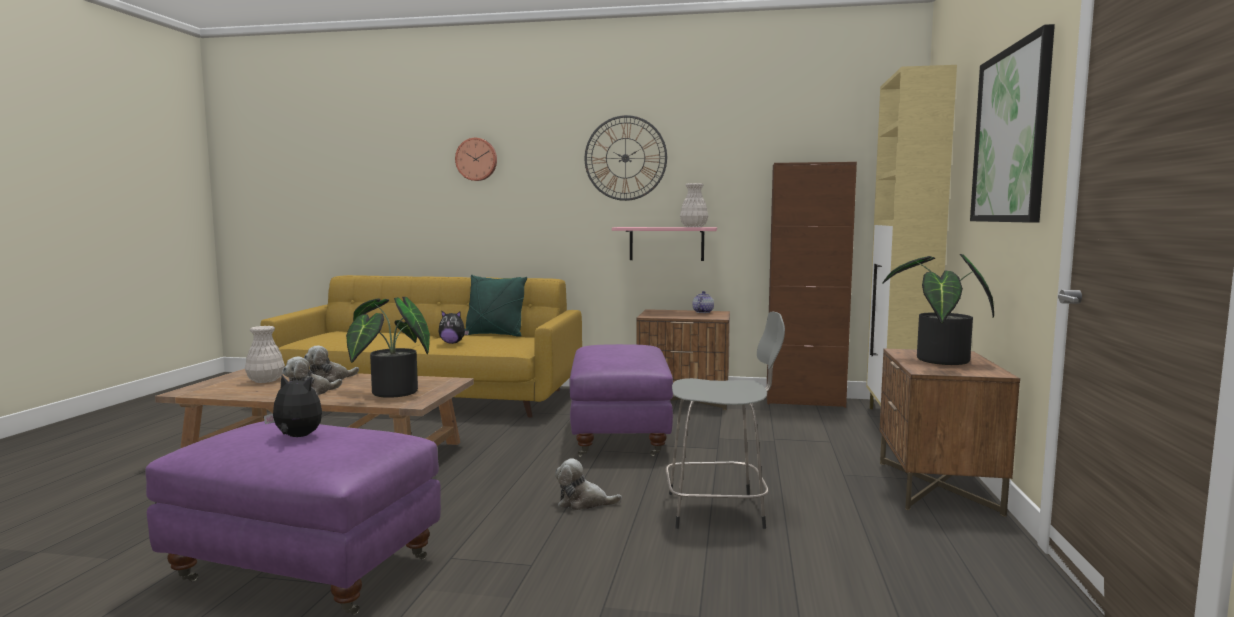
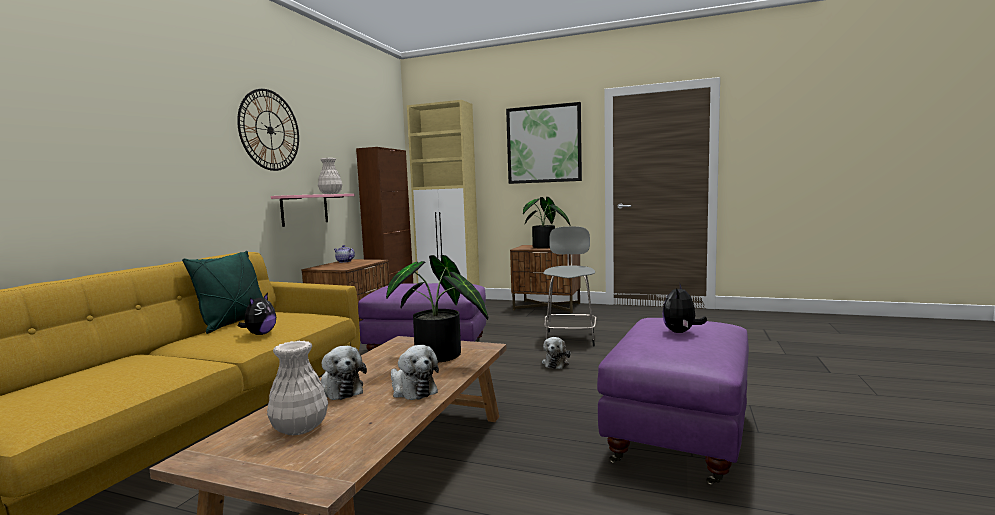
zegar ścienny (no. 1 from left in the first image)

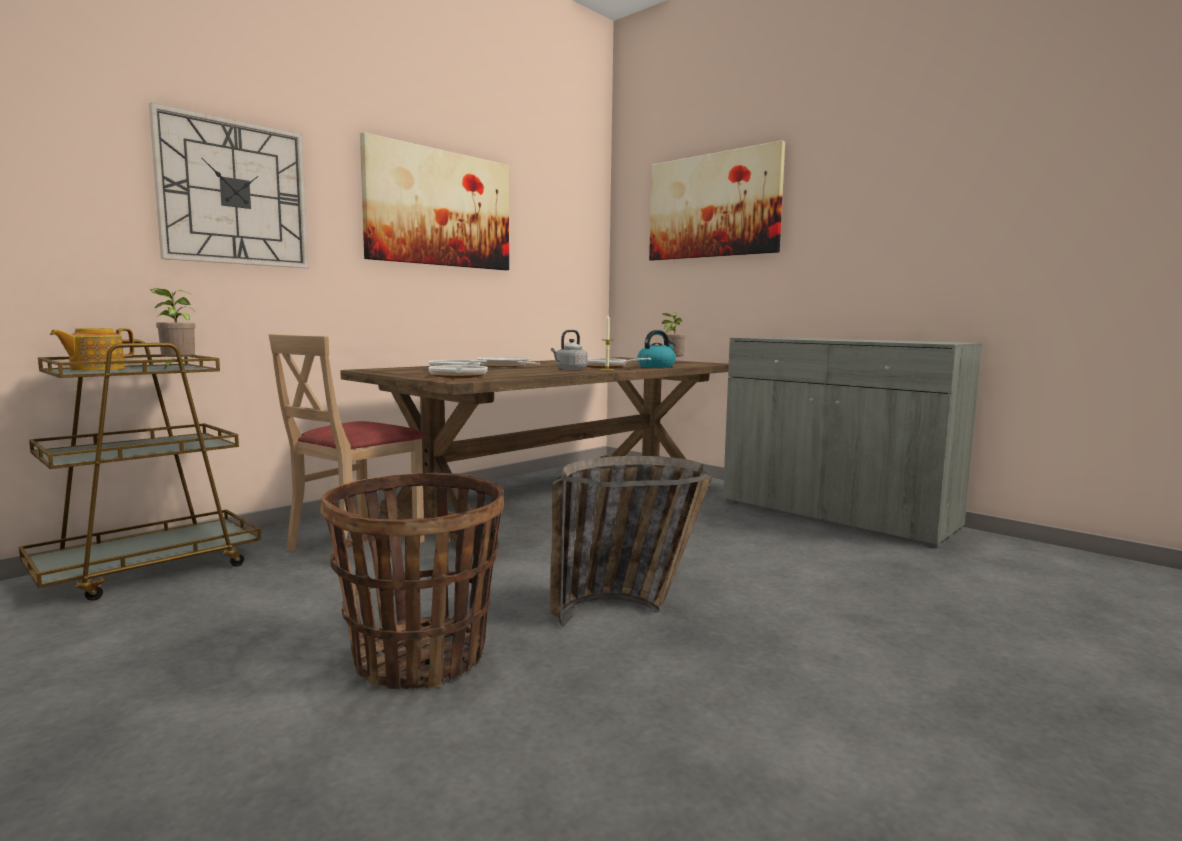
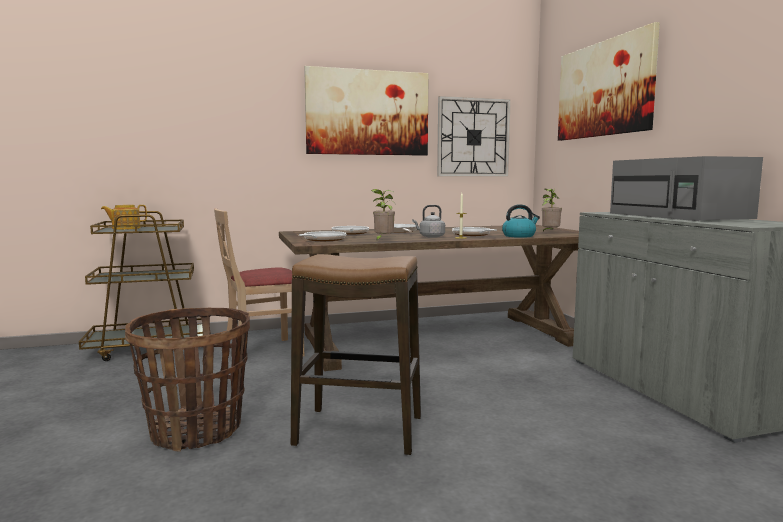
stołek
roślina doniczkowa (no. 1 from left)
zegar ścienny
mikrofalówka [szary]

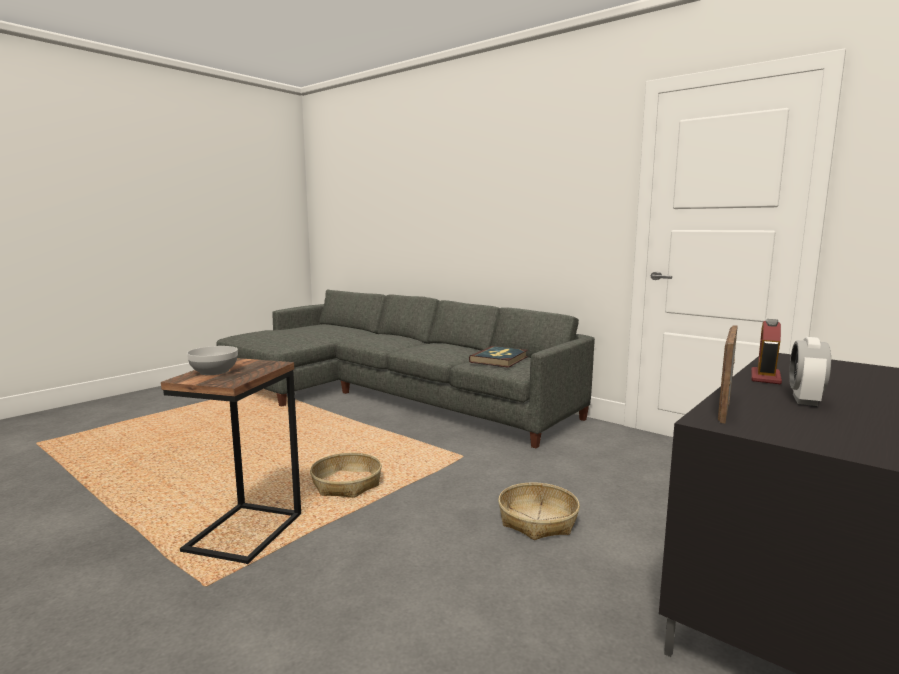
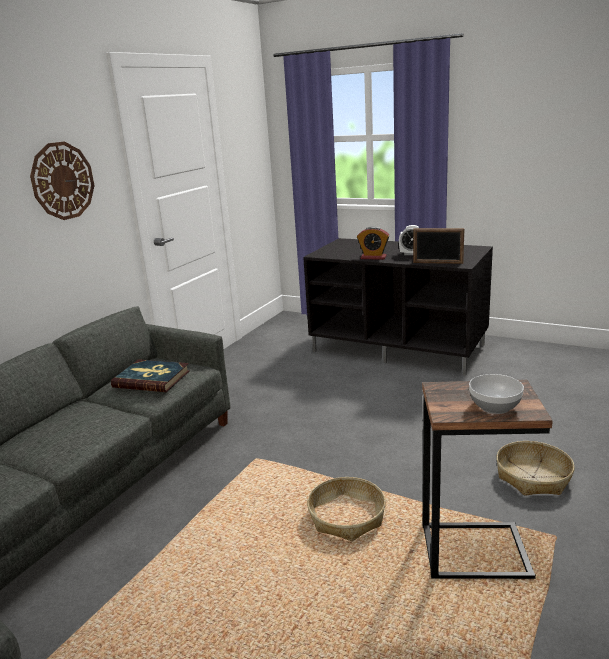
zegar ścienny
koszyk (no. 2 from left)

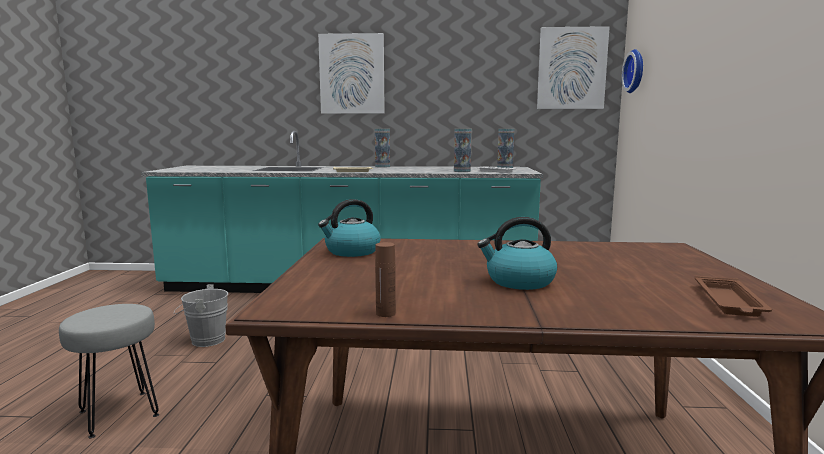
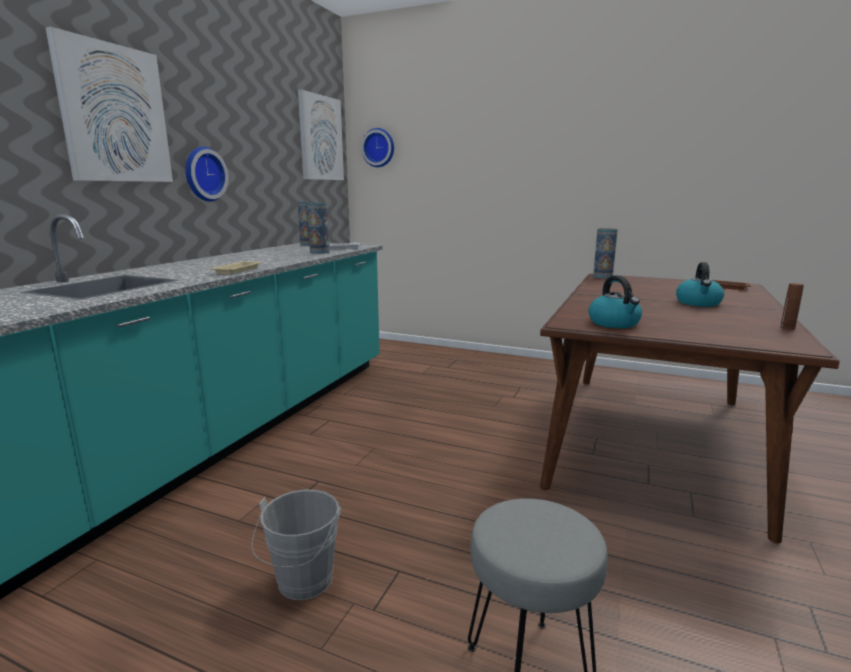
zegar ścienny (no. 1 from left)
wazon (no. 3 from left)

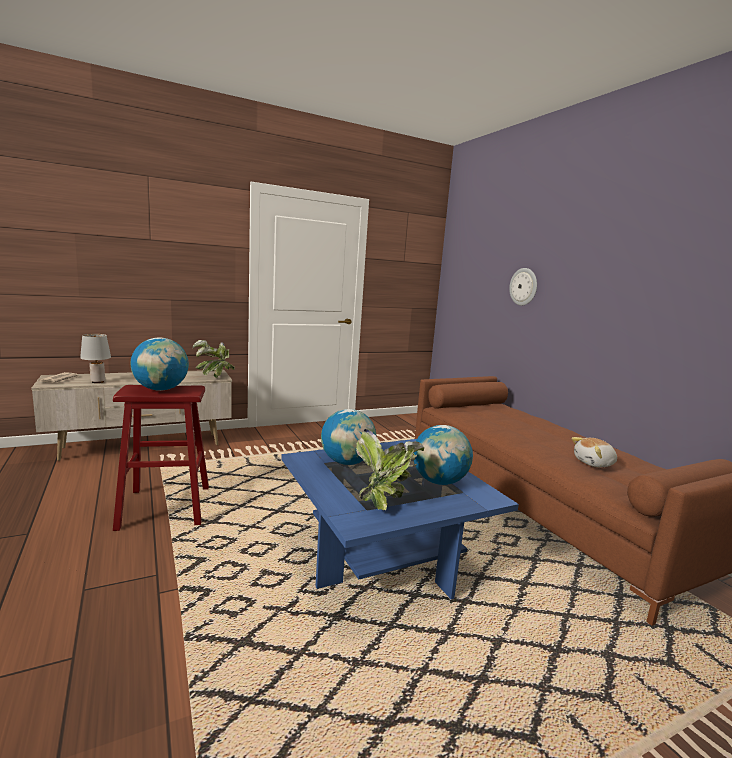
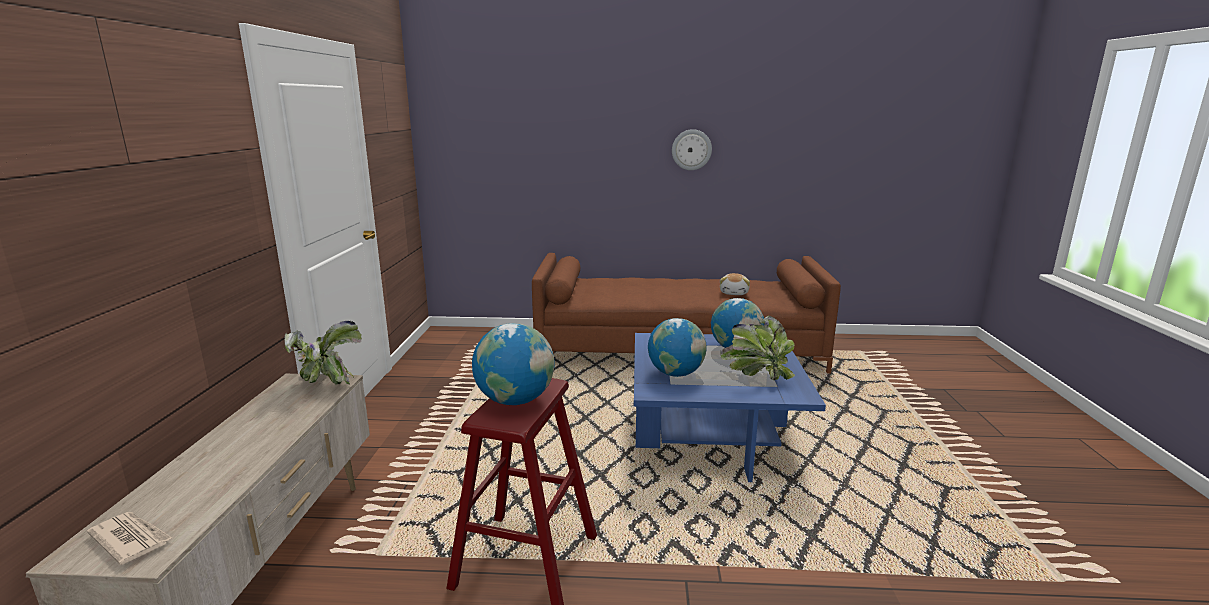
zegar ścienny
lampa stołowa [szary]

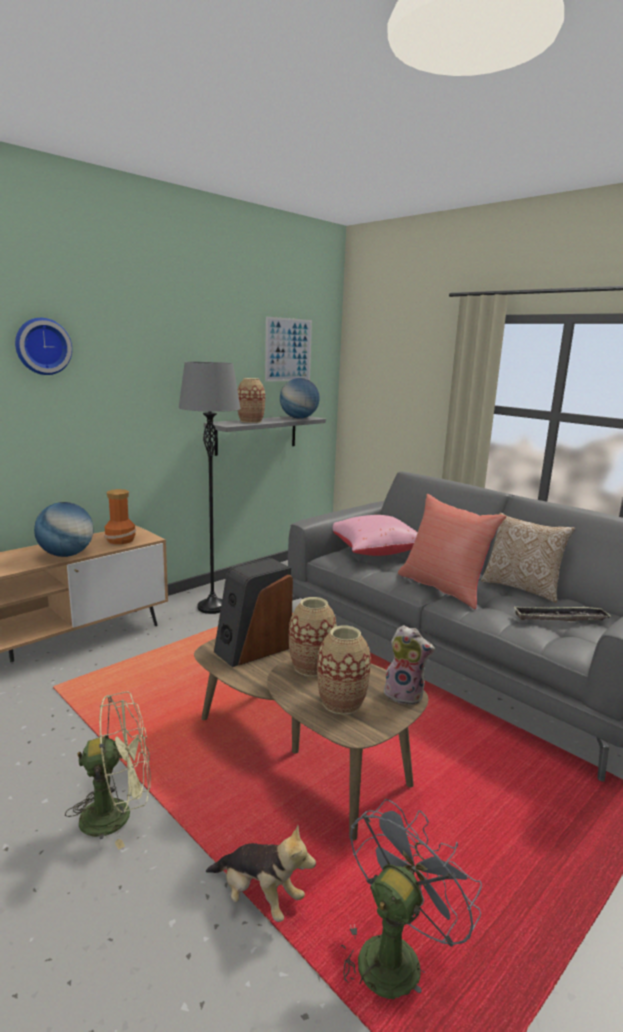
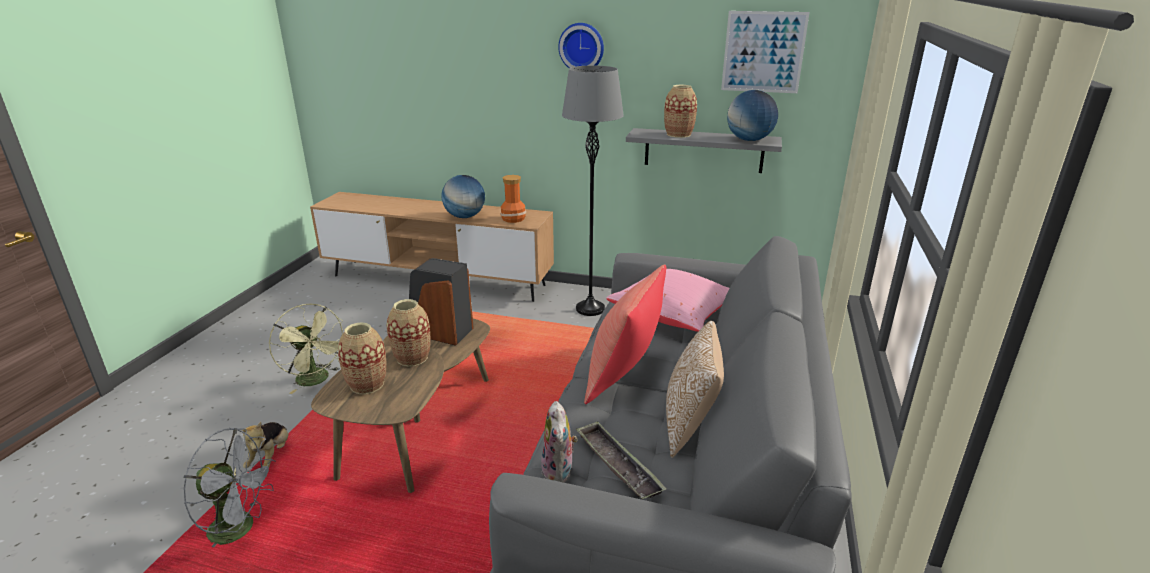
pluszak (no. 2 from left)
zegar ścienny

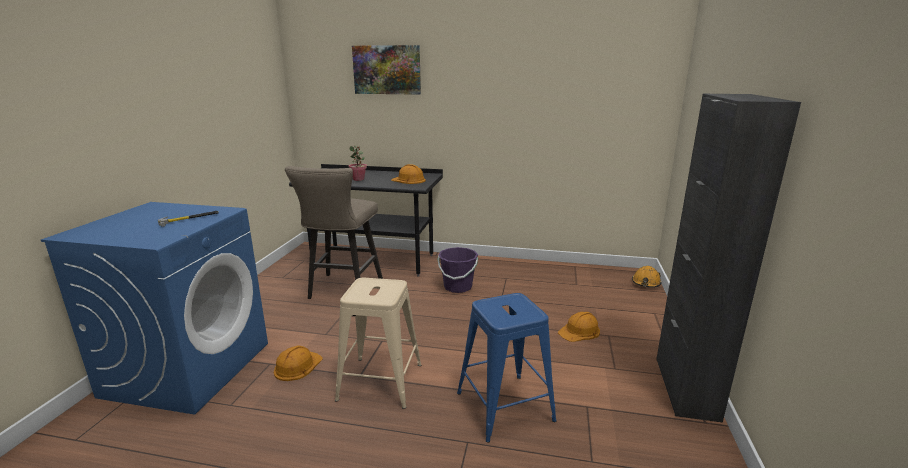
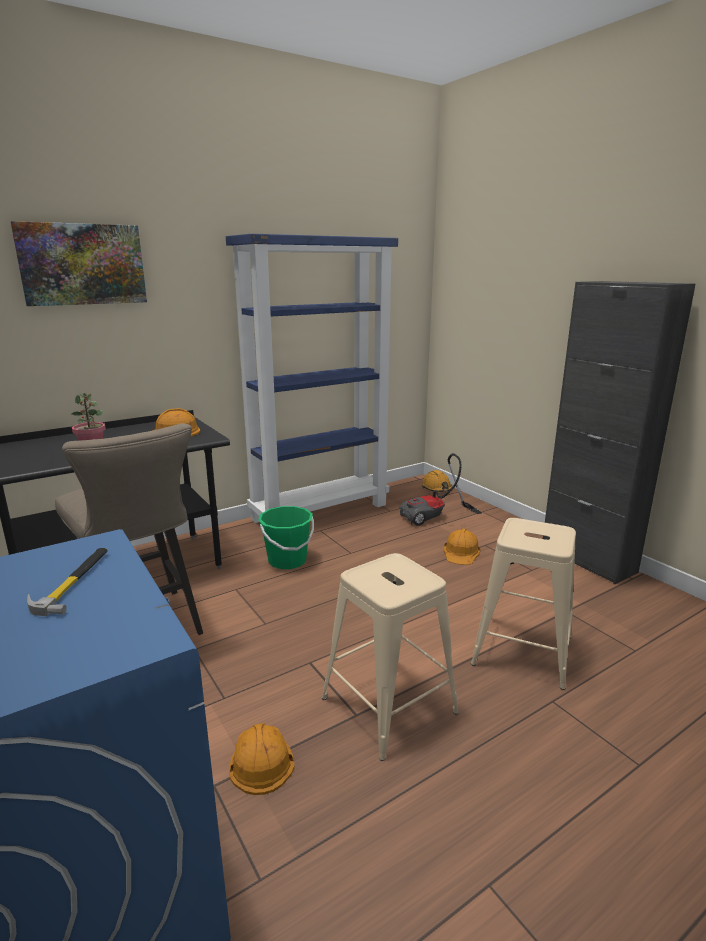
regał [niebieski]
wiadro [zielony]
odkurzacz
stołek [beżowy] (no. 3 from left)

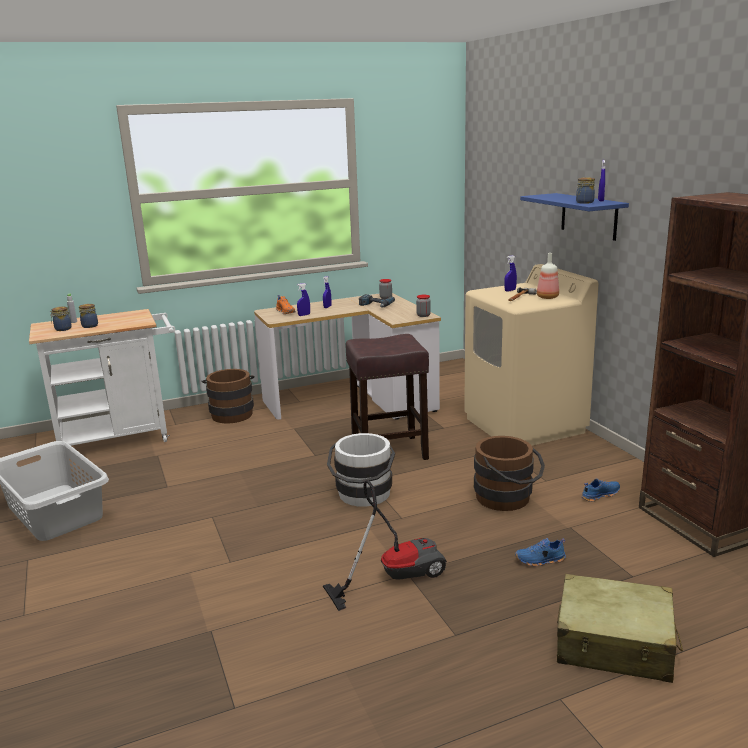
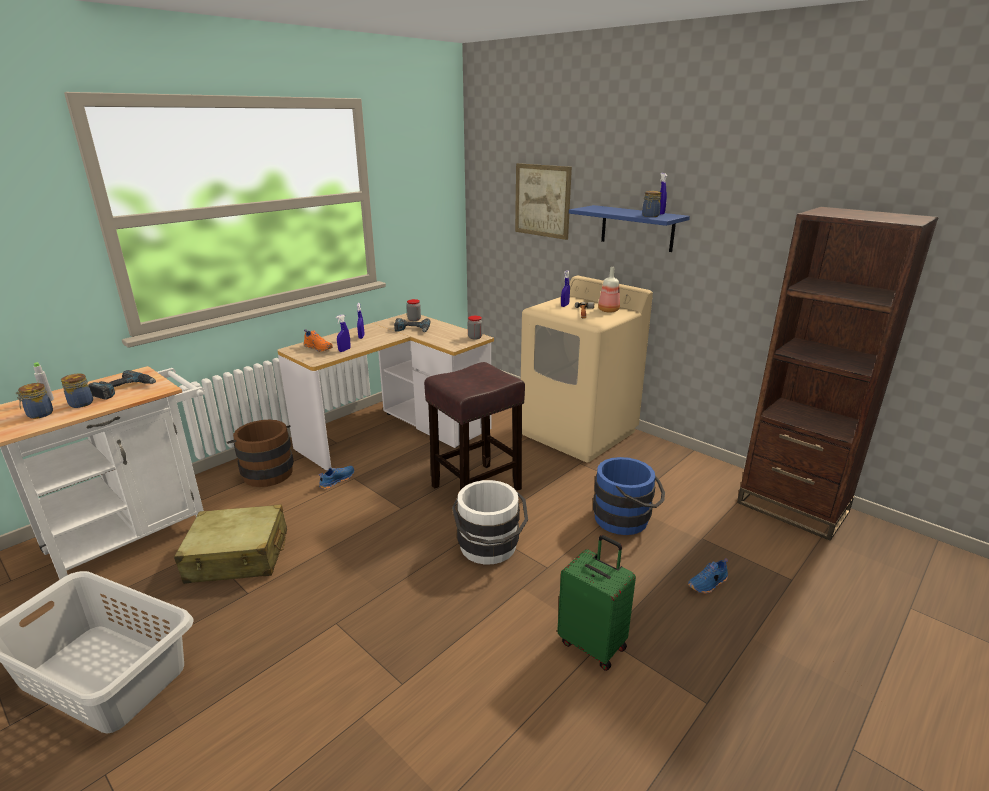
wiertarka (no. 1 from left)
walizka [beżowy]
but [niebieski] (no. 1 from left)
obraz
walizka [zielony]
wiadro [niebieski]

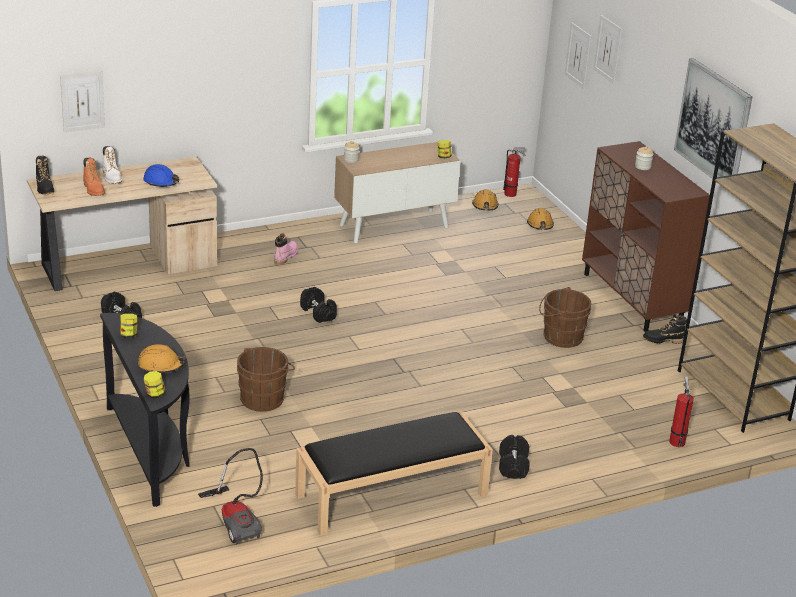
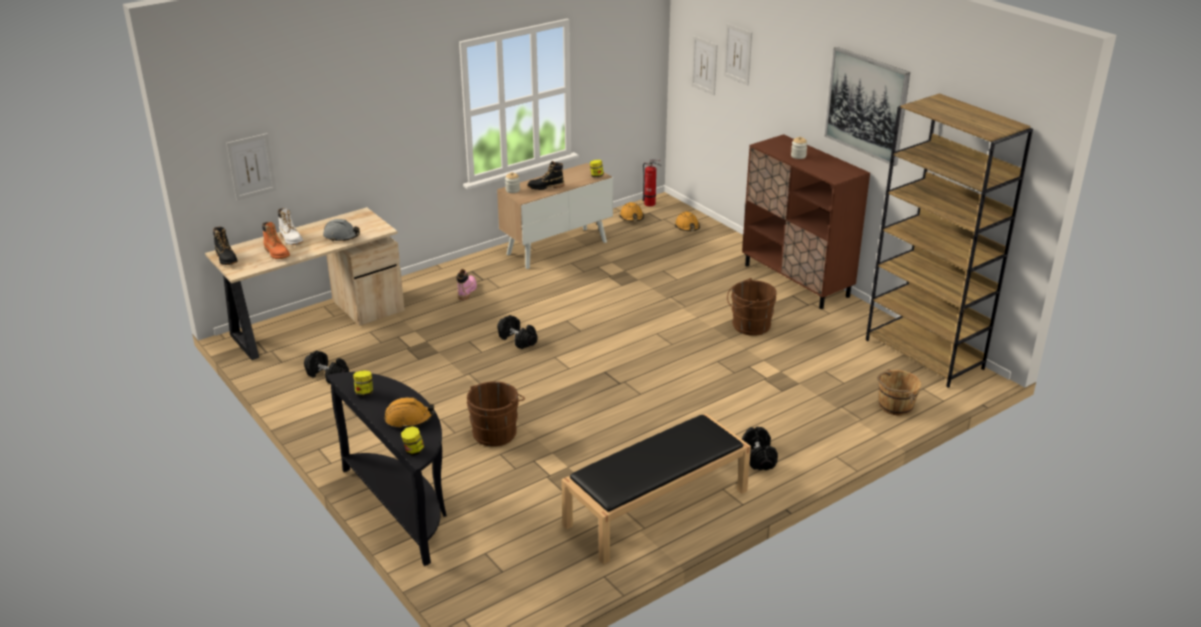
kask [szary]
but z cholewką [czarny] (no. 2 from left)
wiadro [brązowy] (no. 3 from left)
odkurzacz

